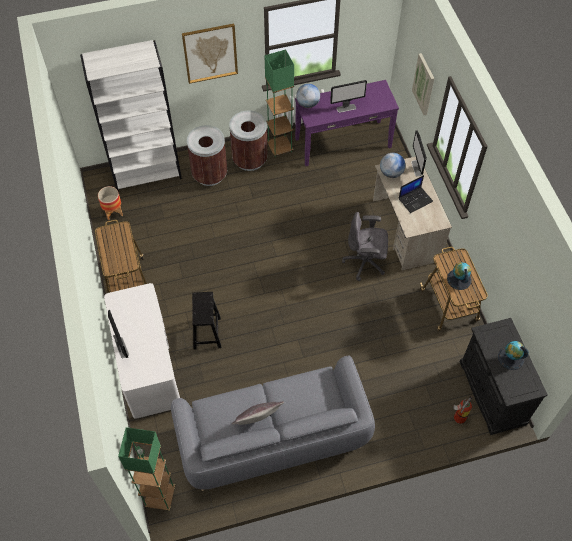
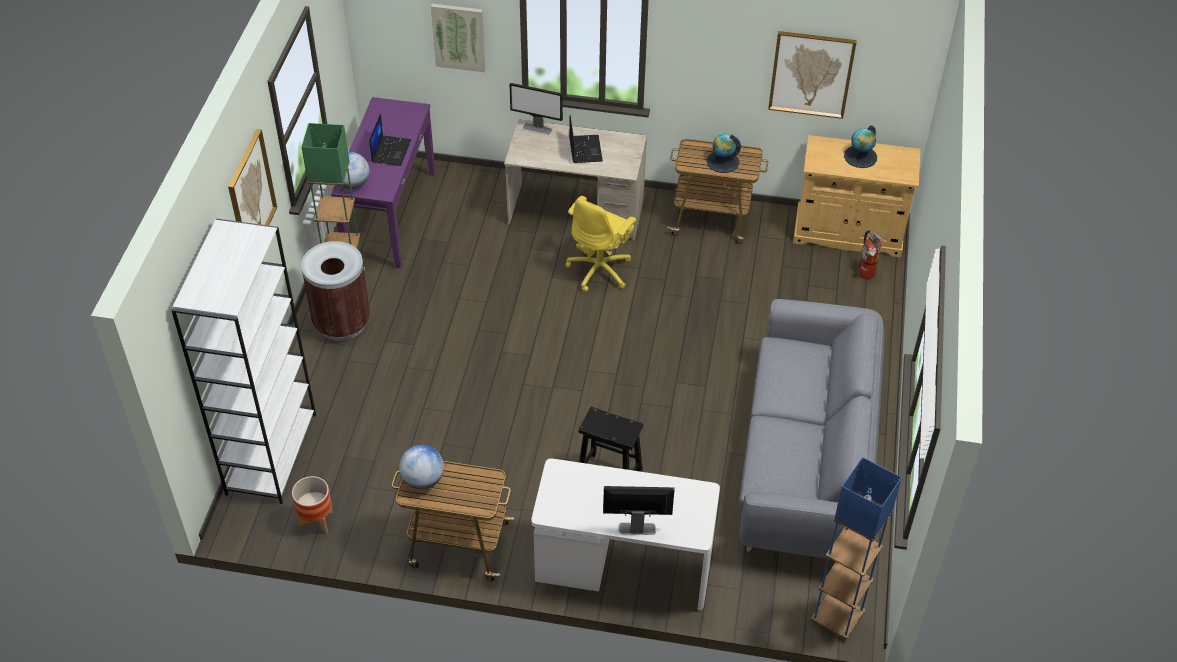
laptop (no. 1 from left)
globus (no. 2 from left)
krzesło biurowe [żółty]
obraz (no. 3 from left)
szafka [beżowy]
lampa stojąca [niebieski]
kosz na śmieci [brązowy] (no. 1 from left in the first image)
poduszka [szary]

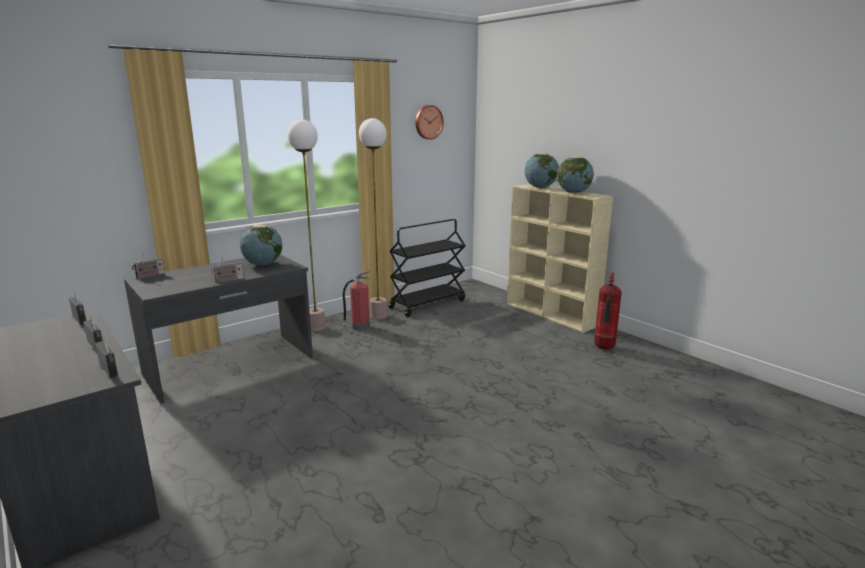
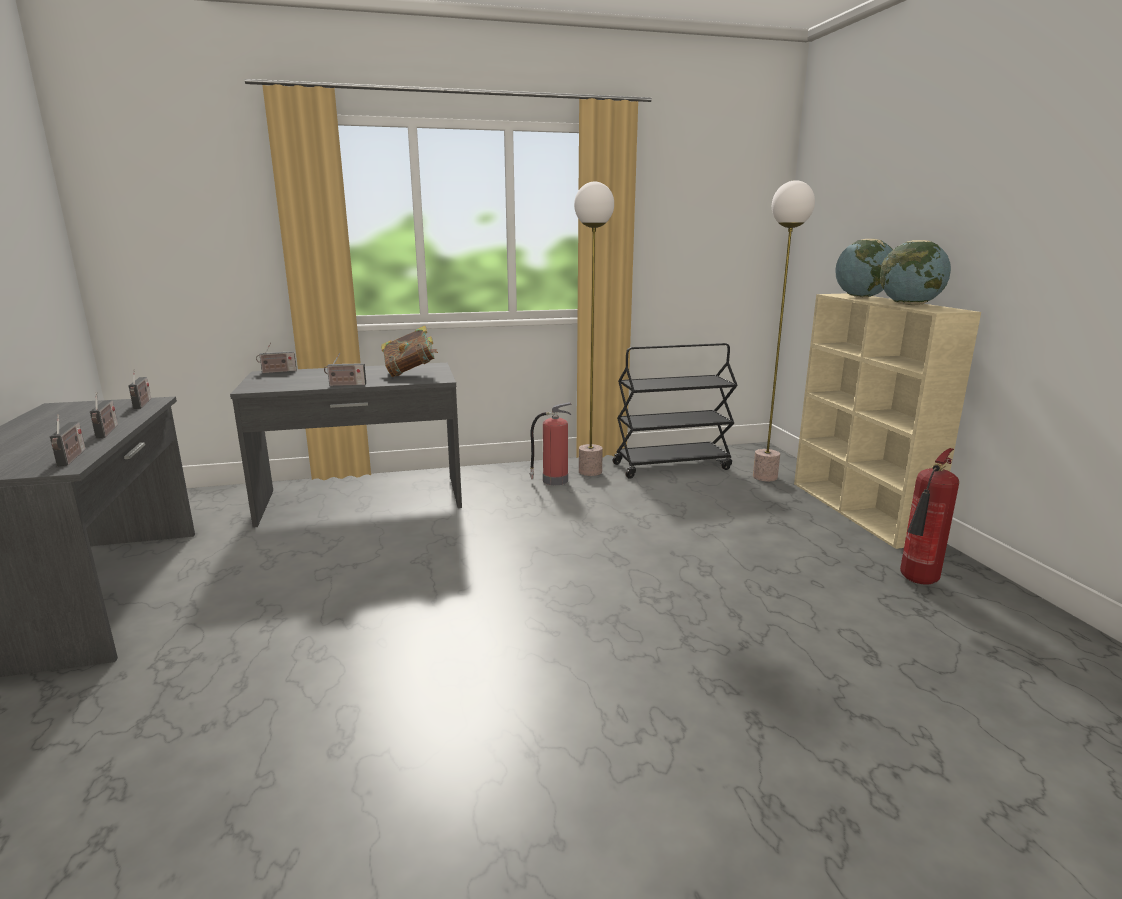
książka
lampa stojąca (no. 2 from left)
zegar ścienny

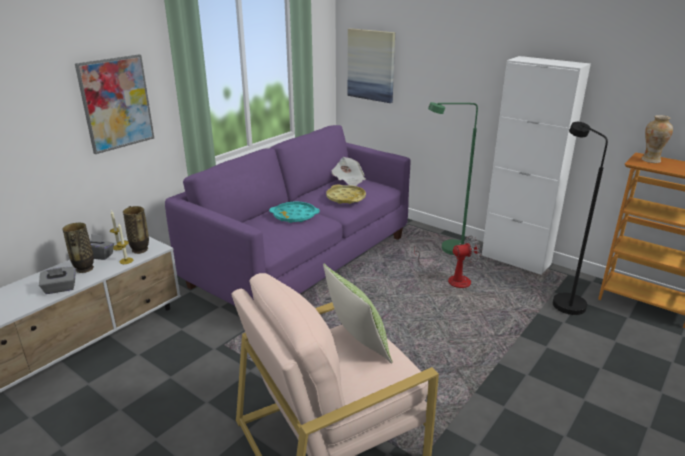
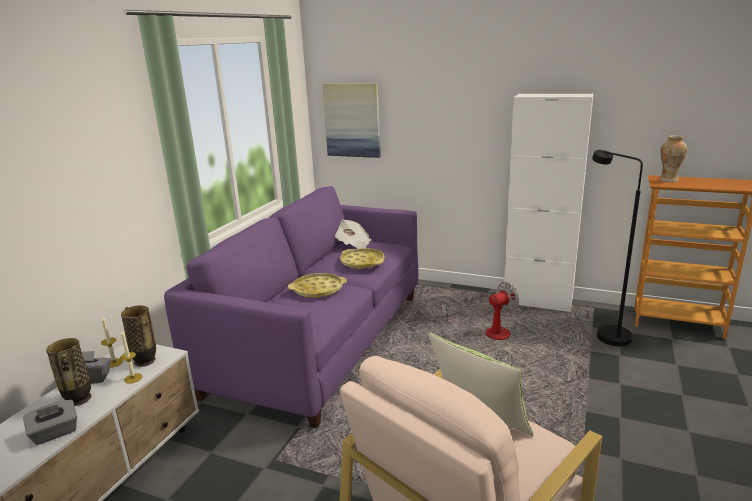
taca [żółty] (no. 1 from left)
obraz (no. 1 from left in the first image)
lampa stojąca [zielony]

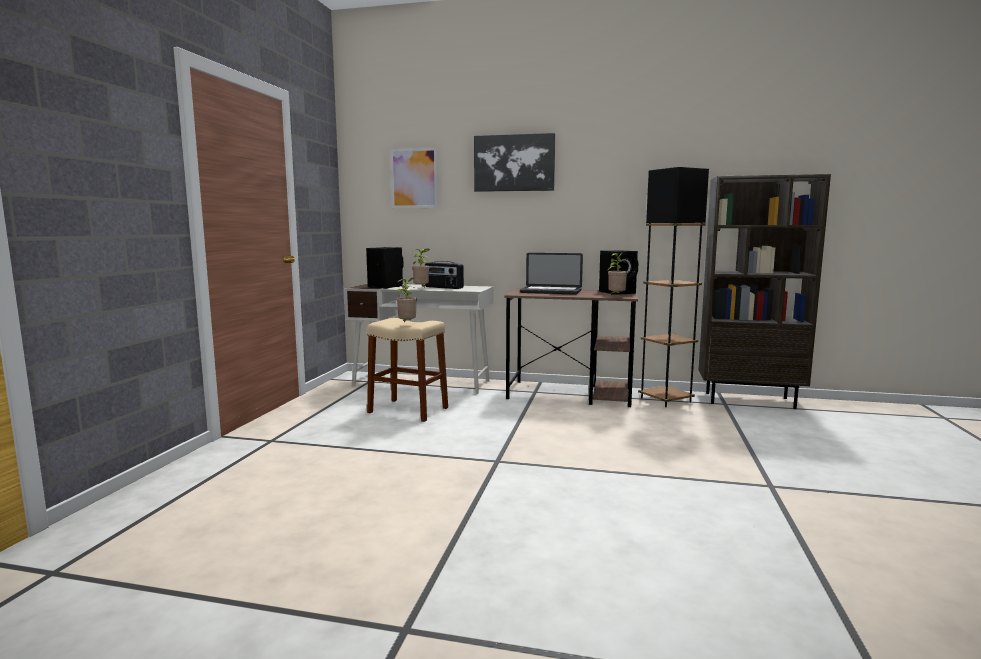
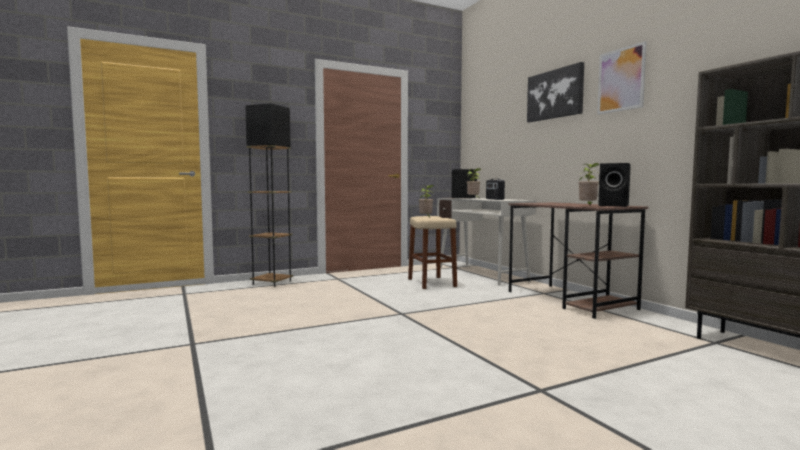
lampa stojąca [czarny]
obraz (no. 2 from left)
laptop

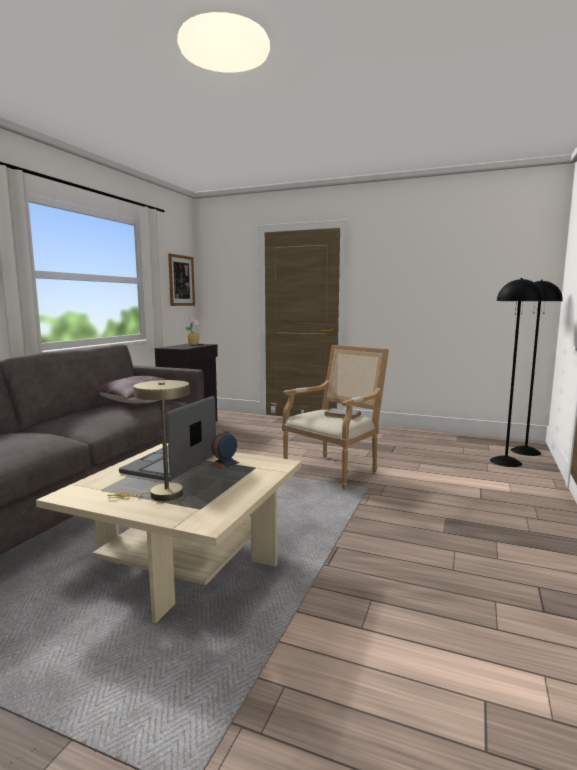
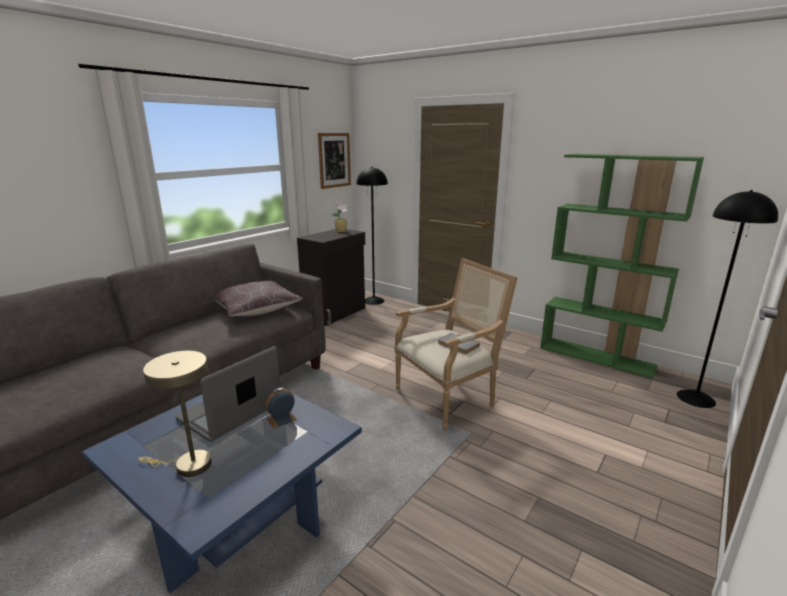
ława [niebieski]
lampa stojąca [czarny] (no. 1 from left)
regał [zielony]

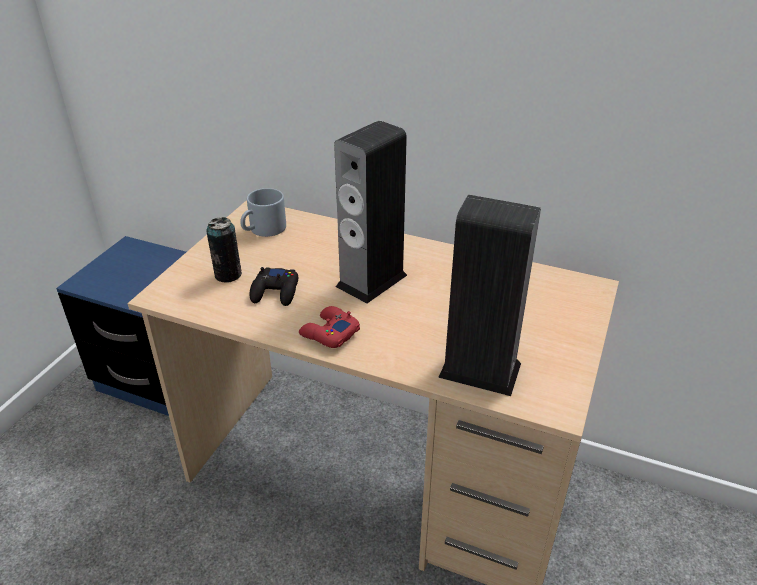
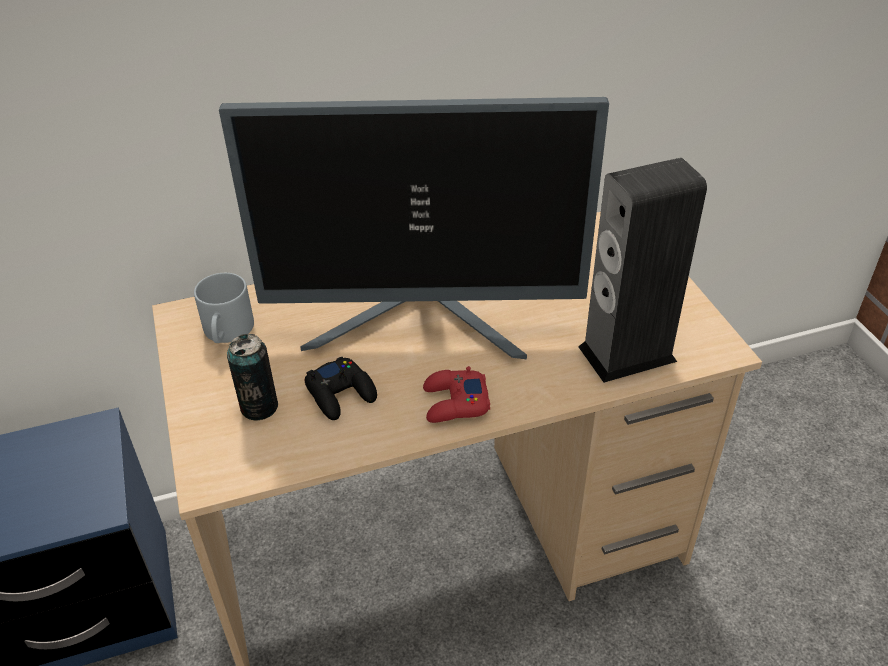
monitor

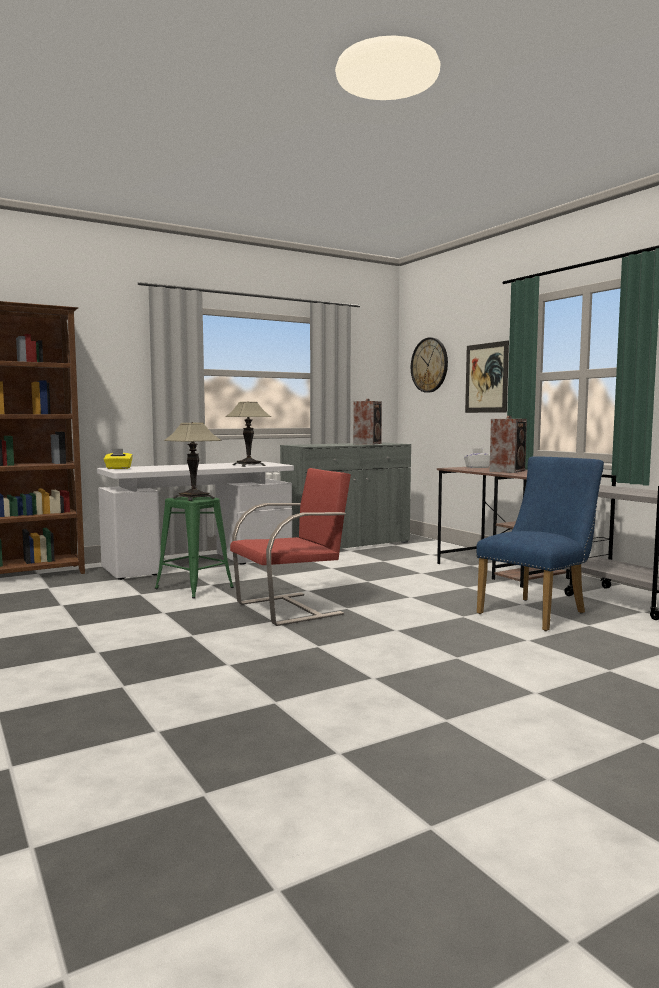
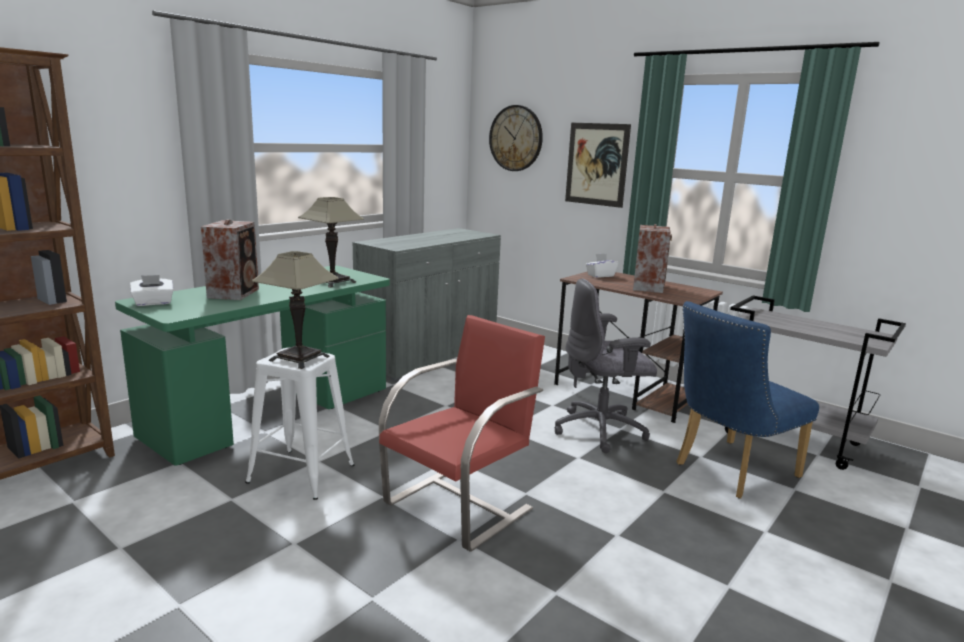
biurko [zielony]
pudełko chusteczek [biały] (no. 1 from left)
głośnik (no. 1 from left)
stołek [biały]
krzesło biurowe [szary]
krzesło [niebieski]

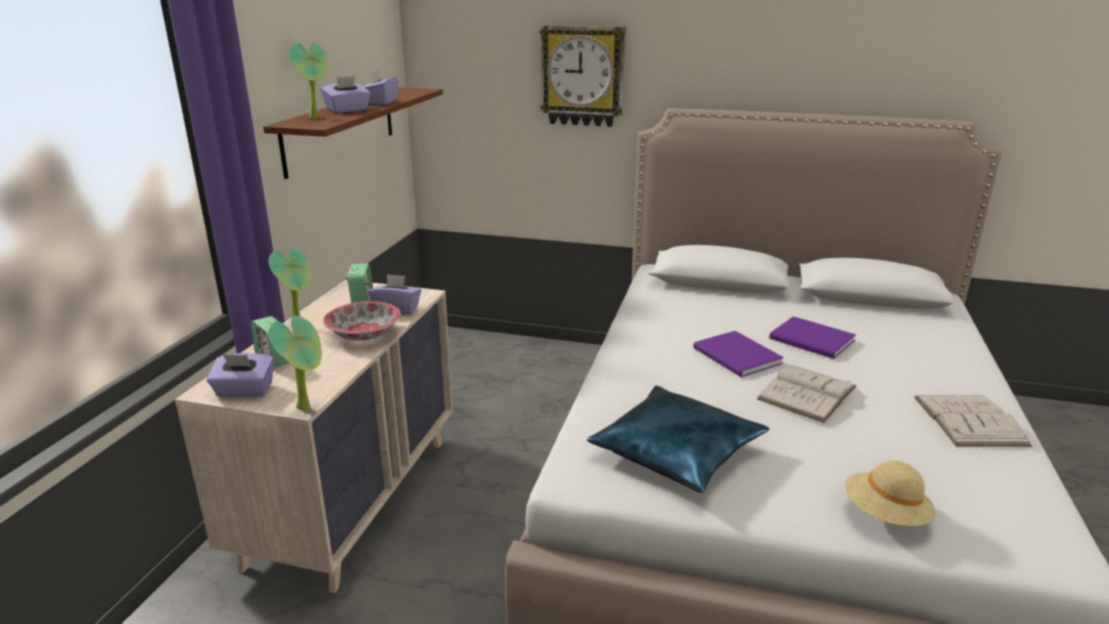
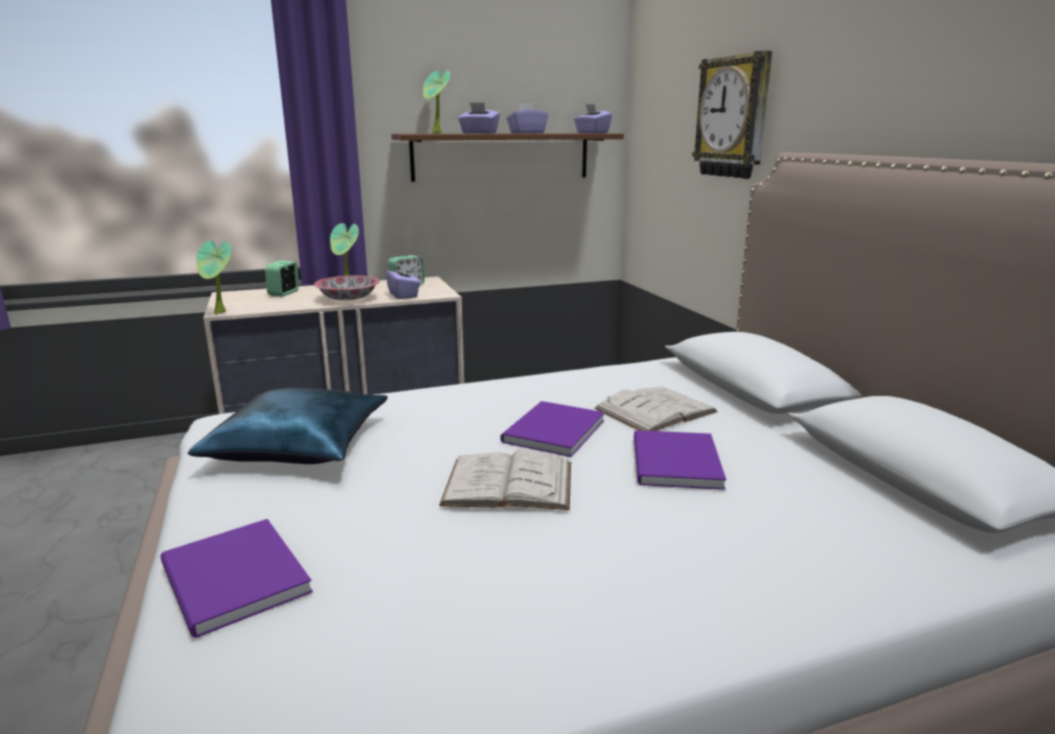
książka [fioletowy] (no. 1 from left)
pudełko chusteczek [fioletowy] (no. 4 from left)
książka [biały] (no. 2 from left)

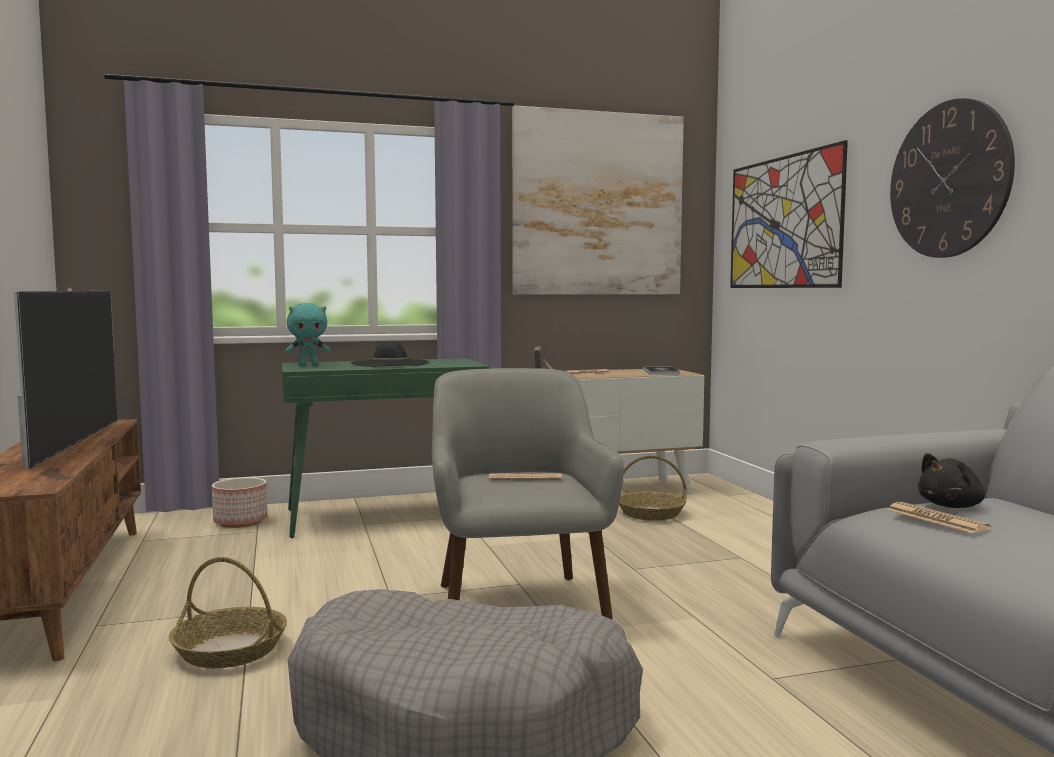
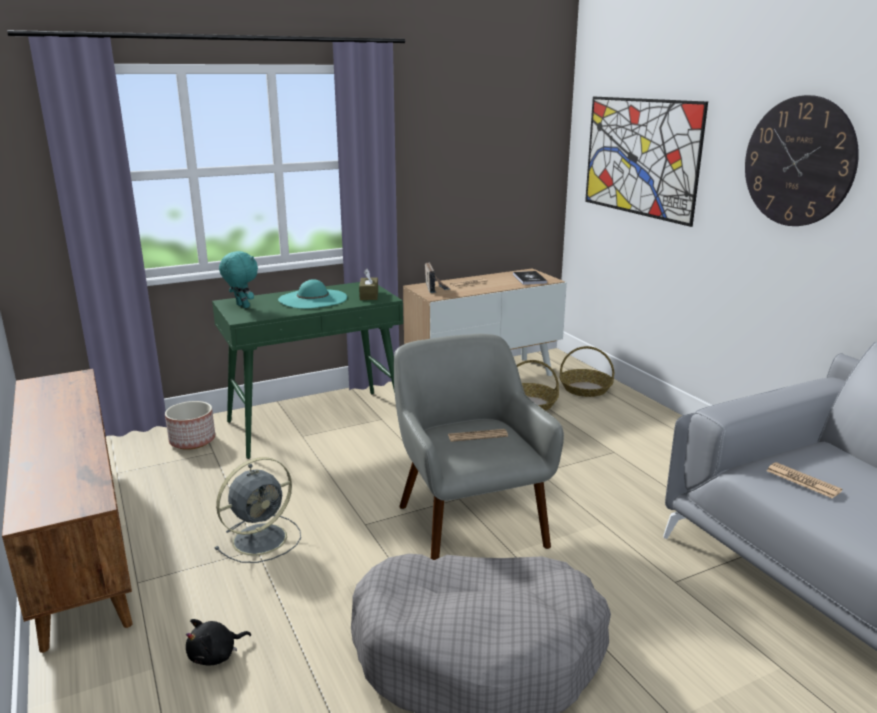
pluszak [czarny]
wentylator [szary]
pluszak [turkusowy]
kapelusz [turkusowy]
pudełko chusteczek [brązowy]
koszyk (no. 2 from left)
telewizor
obraz (no. 1 from left in the first image)

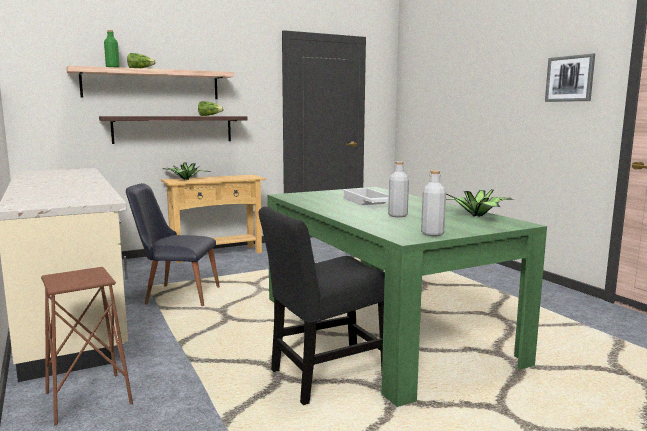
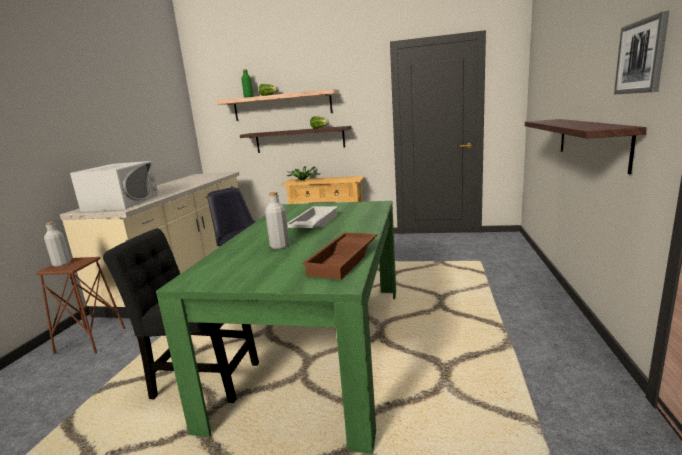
butelka [szary] (no. 1 from left)
mikrofalówka [biały]
taca [brązowy]
półka (no. 3 from left)

